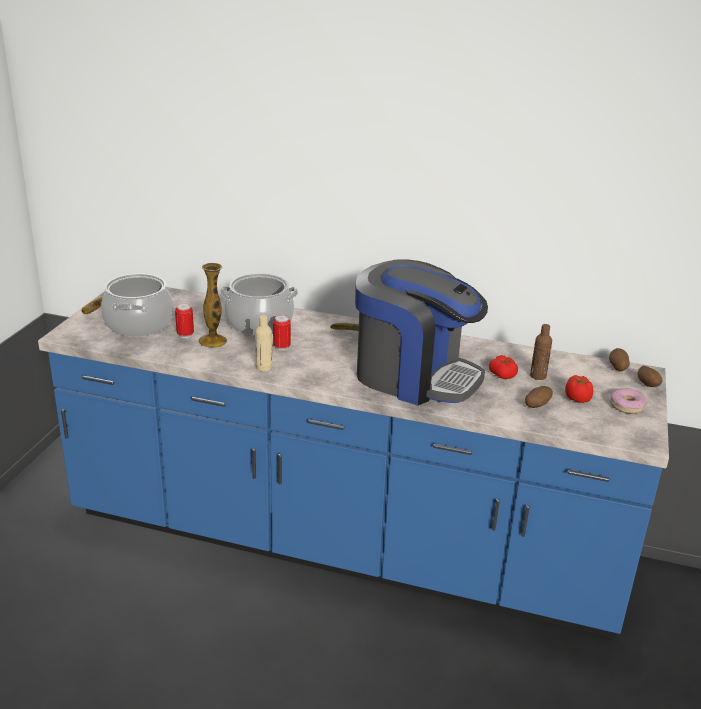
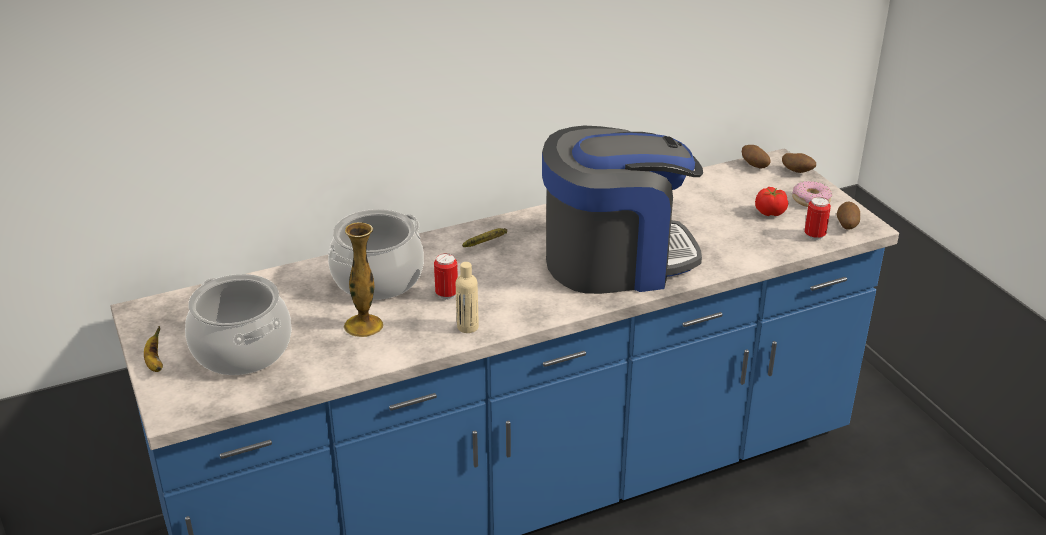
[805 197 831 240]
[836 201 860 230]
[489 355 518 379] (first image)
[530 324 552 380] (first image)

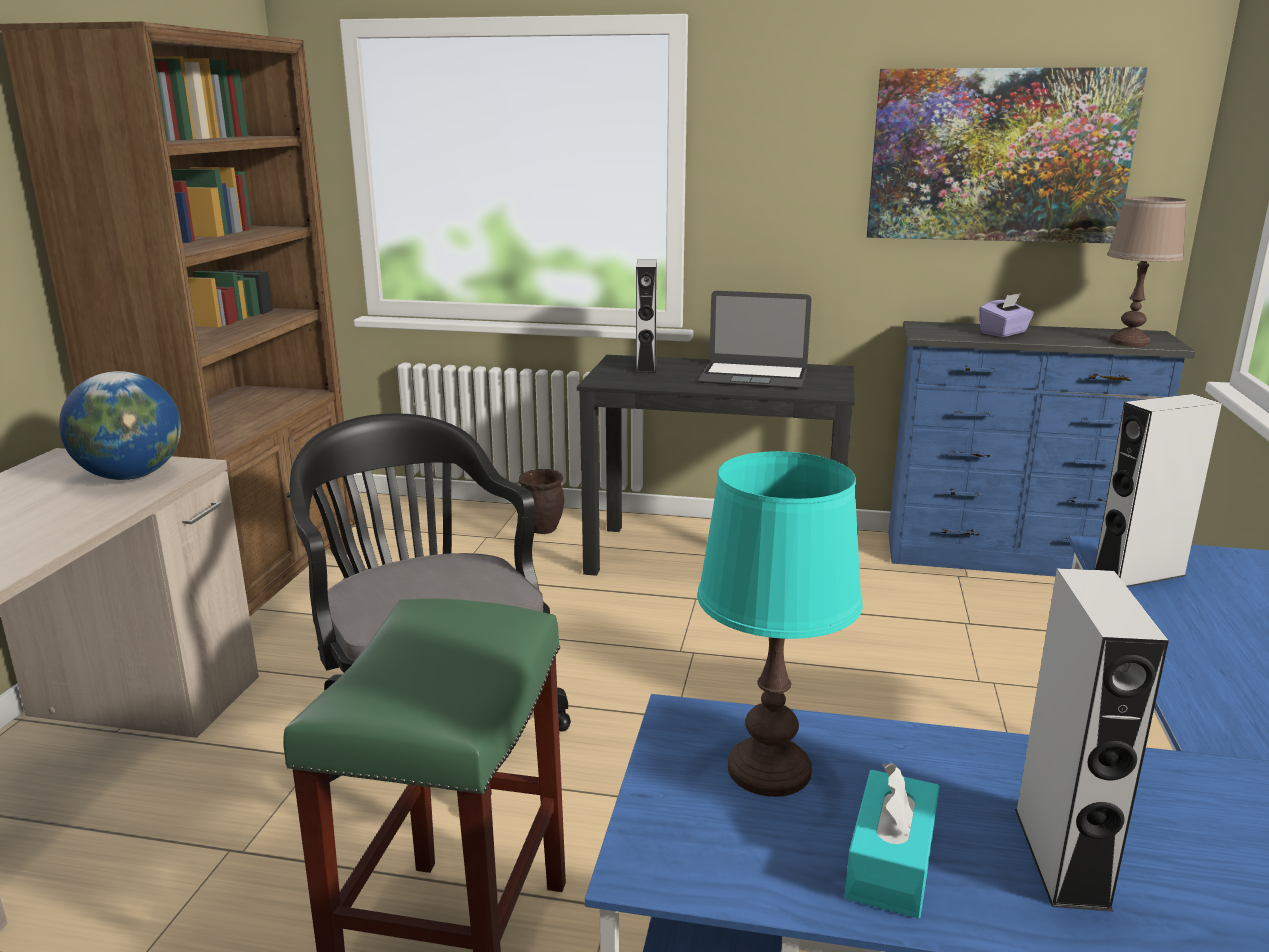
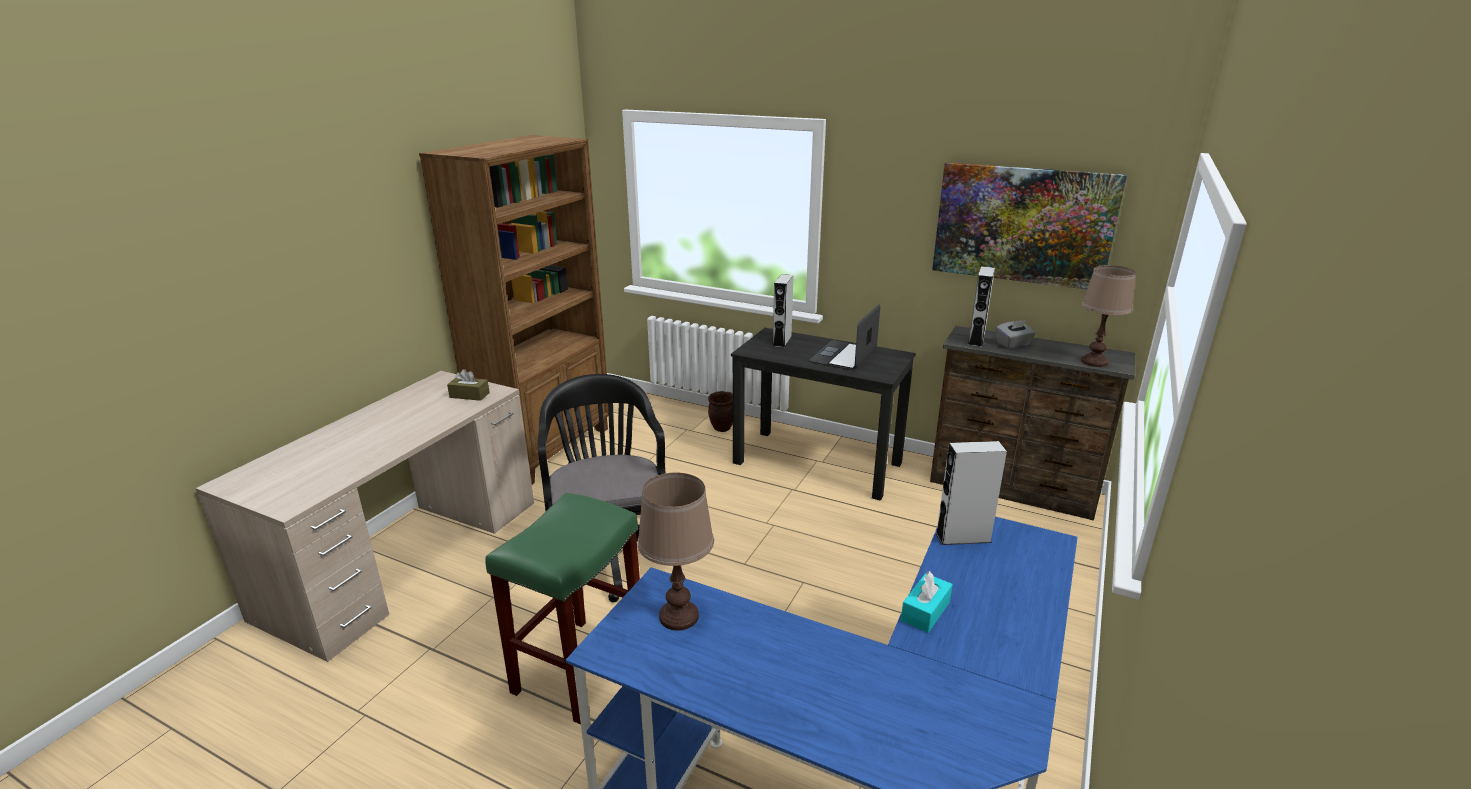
[447 369 490 401]
[637 473 714 631]
[809 304 880 370]
[901 571 953 633]
[930 326 1135 521]
[968 266 995 347]
[996 320 1036 348]

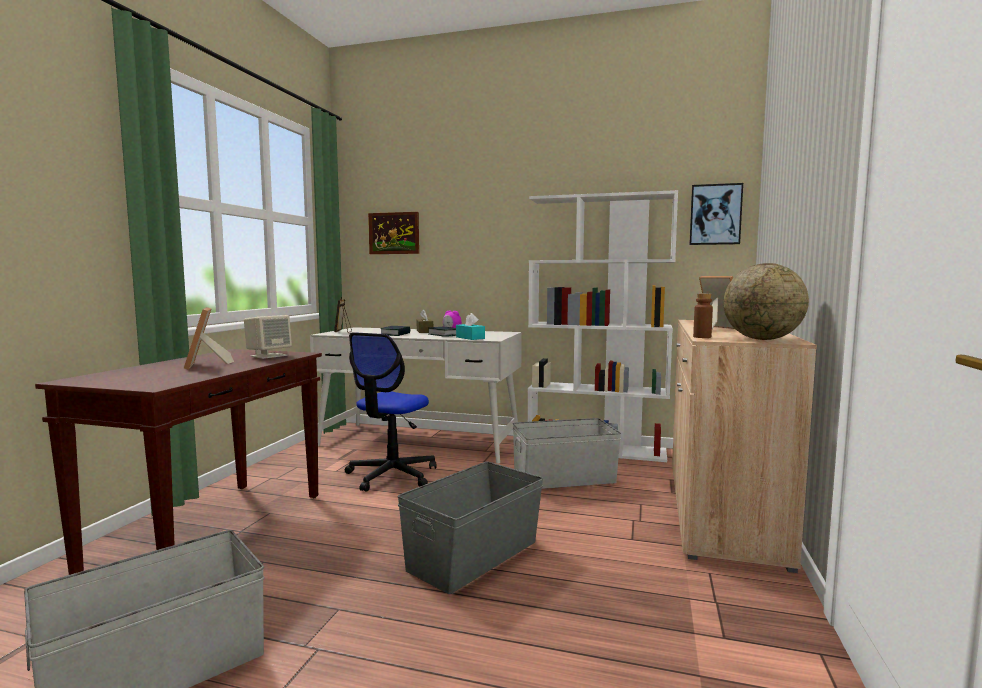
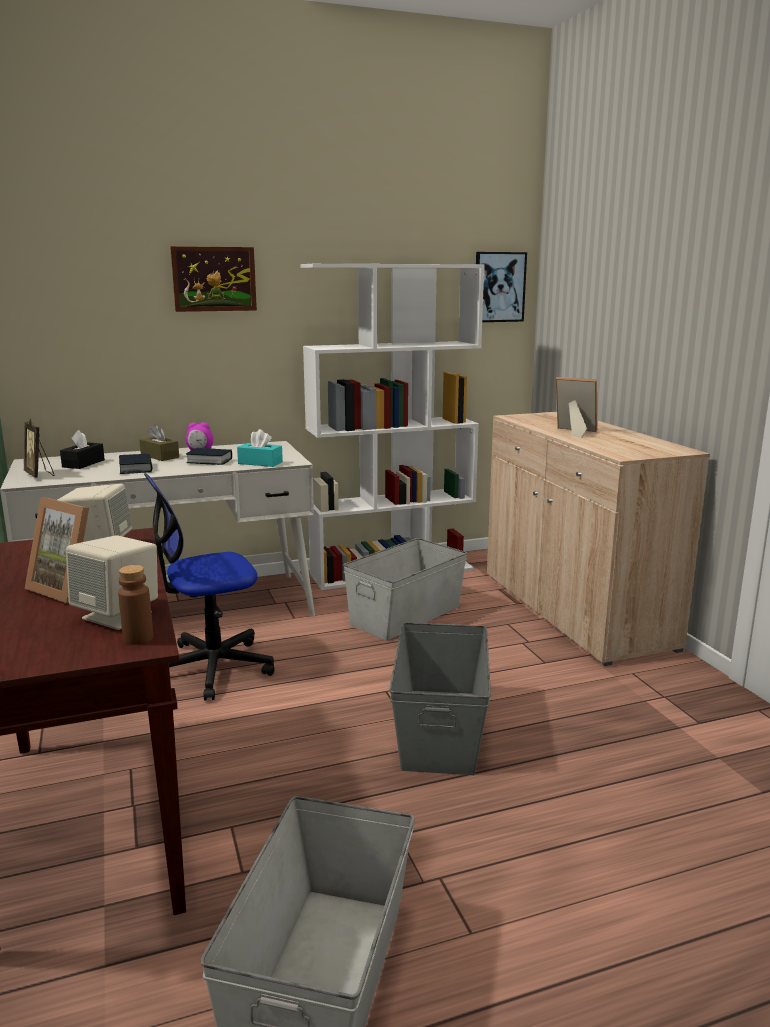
[60 430 105 469]
[66 535 158 630]
[118 565 153 645]
[144 473 275 701]
[170 246 257 312]
[723 263 809 340] (first image)

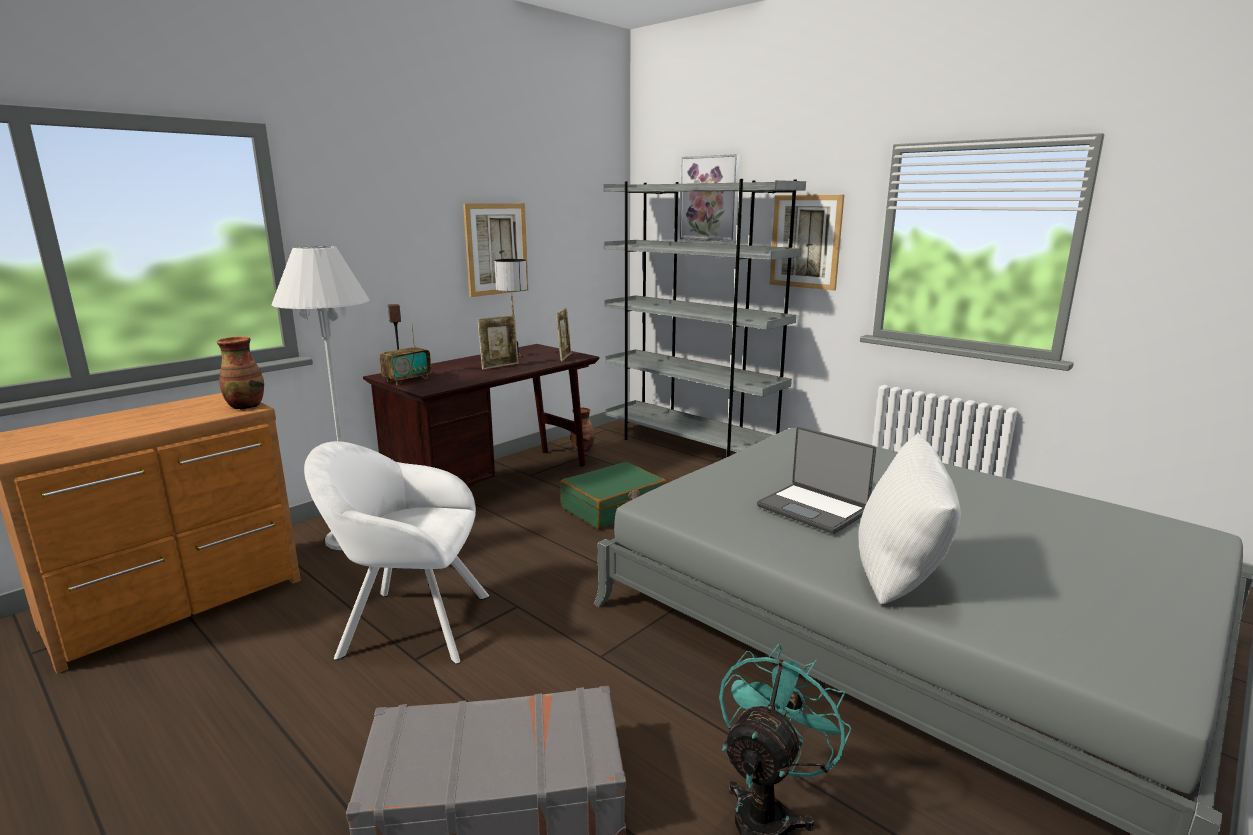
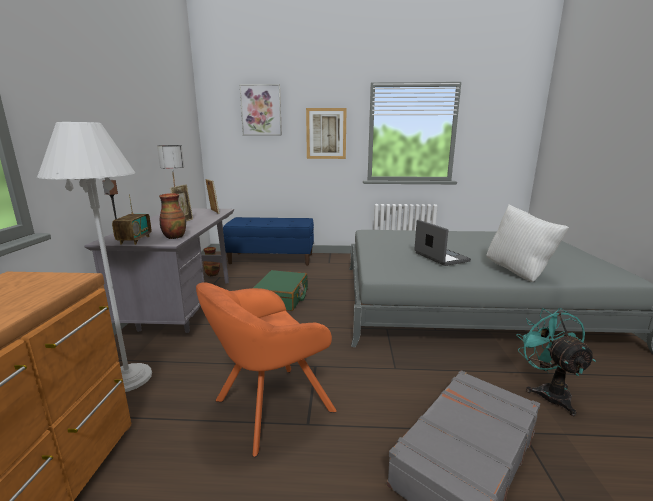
[84 208 234 333]
[159 193 186 239]
[196 282 337 457]
[223 217 314 266]
[414 220 471 266]
[463 203 528 297] (first image)

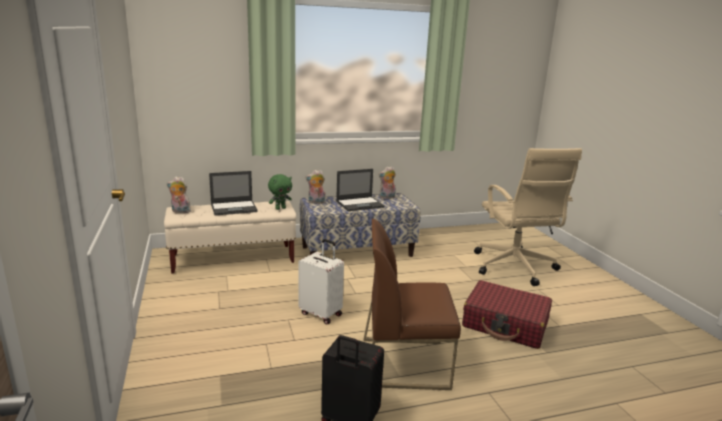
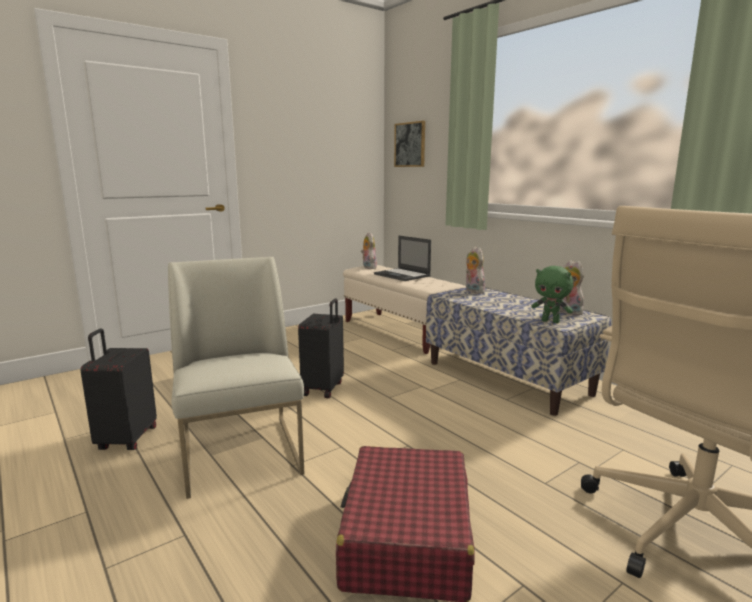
[168 257 304 499]
[298 298 344 398]
[394 121 425 167]
[531 266 574 323]
[336 169 385 211] (first image)

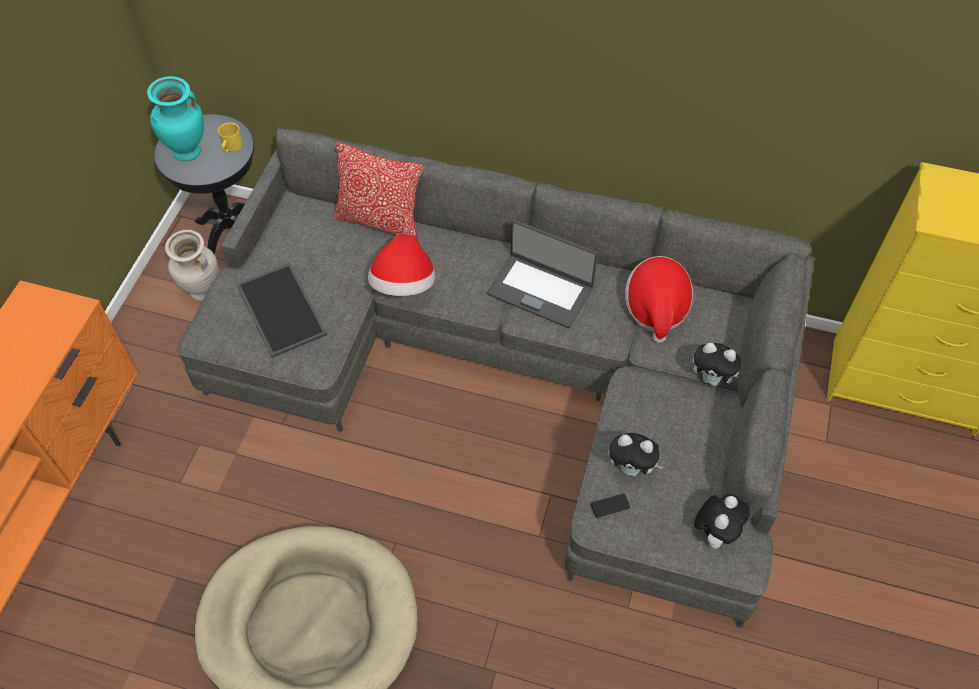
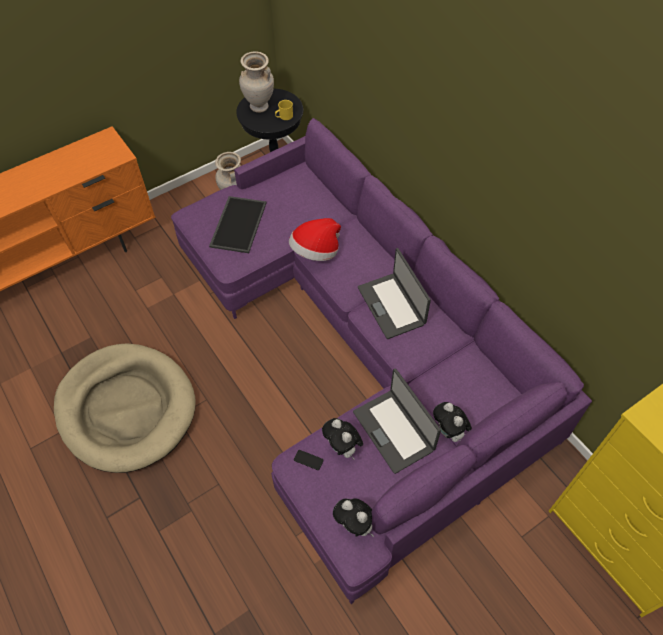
[171 118 592 604]
[239 51 274 113]
[333 498 374 537]
[353 368 441 474]
[334 142 424 236] (first image)
[625 256 693 343] (first image)

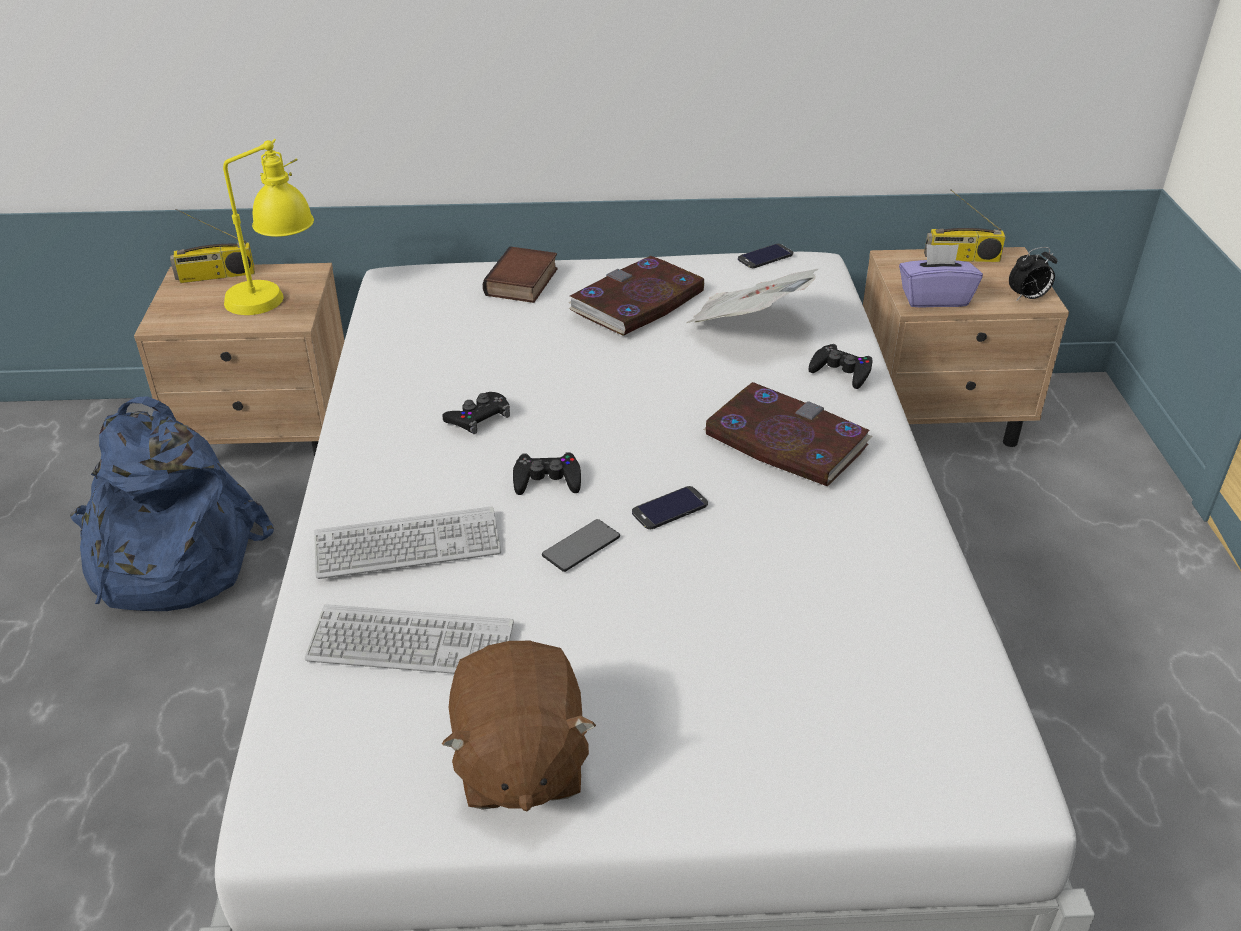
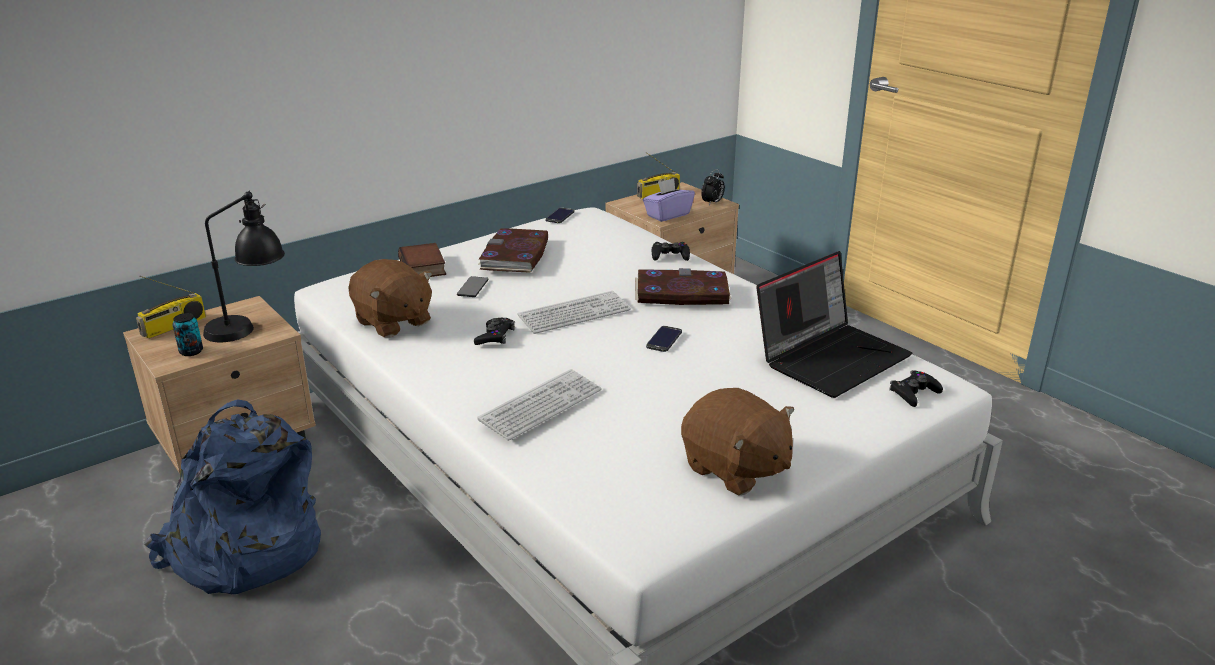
[172 313 203 356]
[203 190 285 342]
[348 259 433 337]
[457 276 489 297]
[518 291 631 334]
[756 251 912 398]
[889 370 943 407]
[687 269 818 323] (first image)

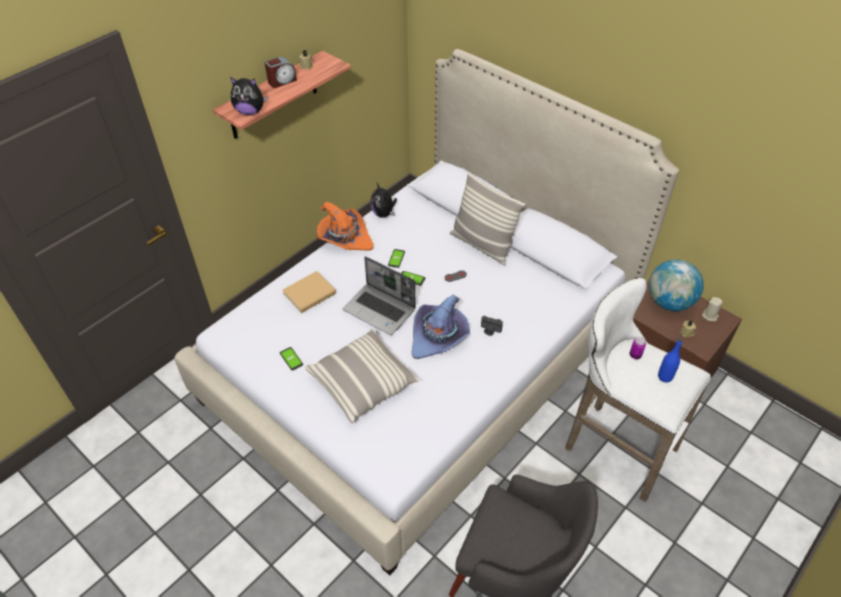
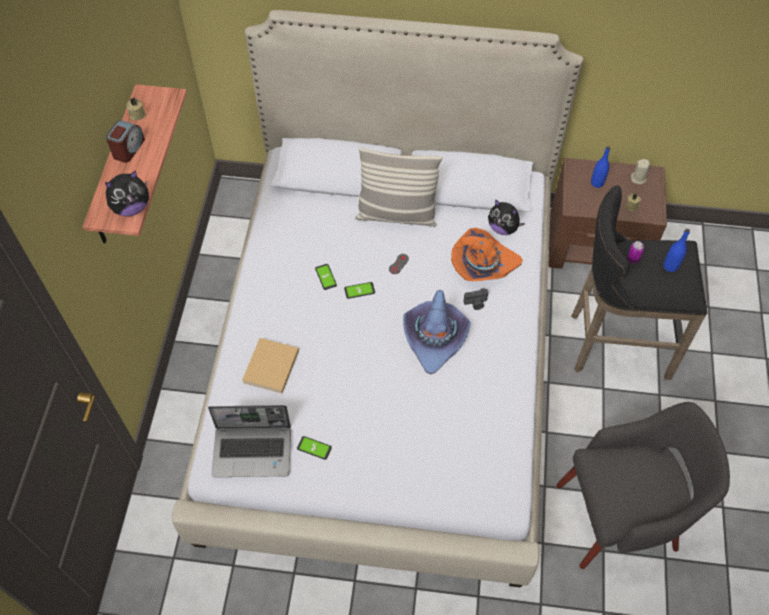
[208 405 291 477]
[451 228 523 281]
[488 199 525 235]
[571 185 707 380]
[591 146 610 188]
[305 329 420 423] (first image)

